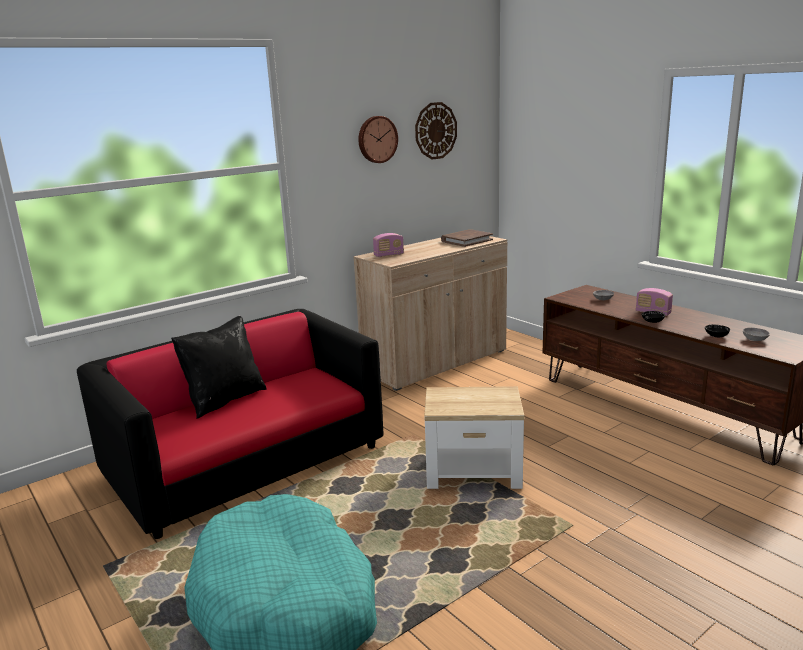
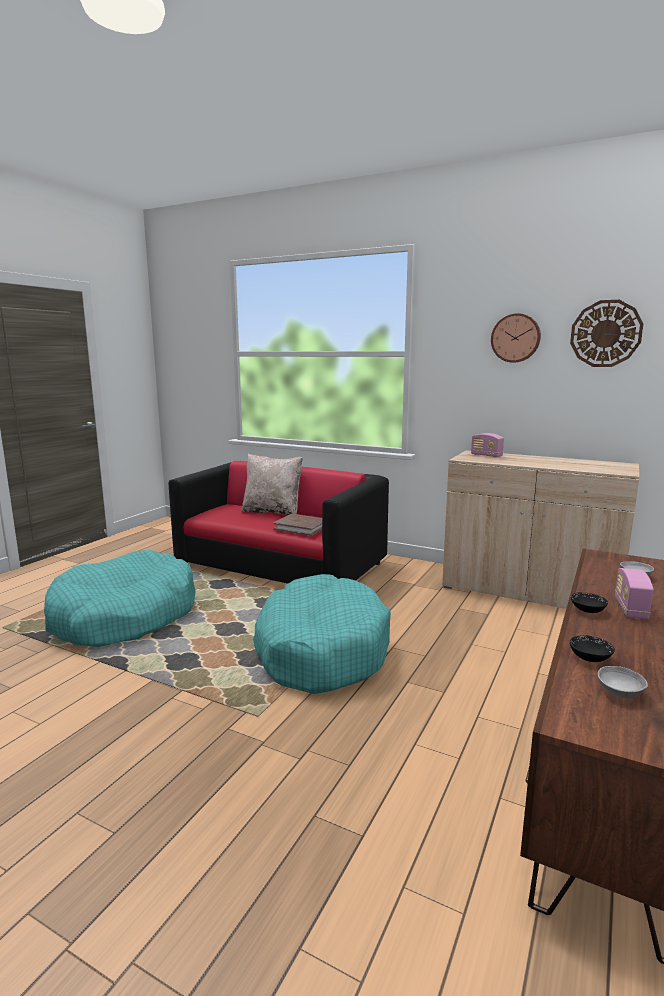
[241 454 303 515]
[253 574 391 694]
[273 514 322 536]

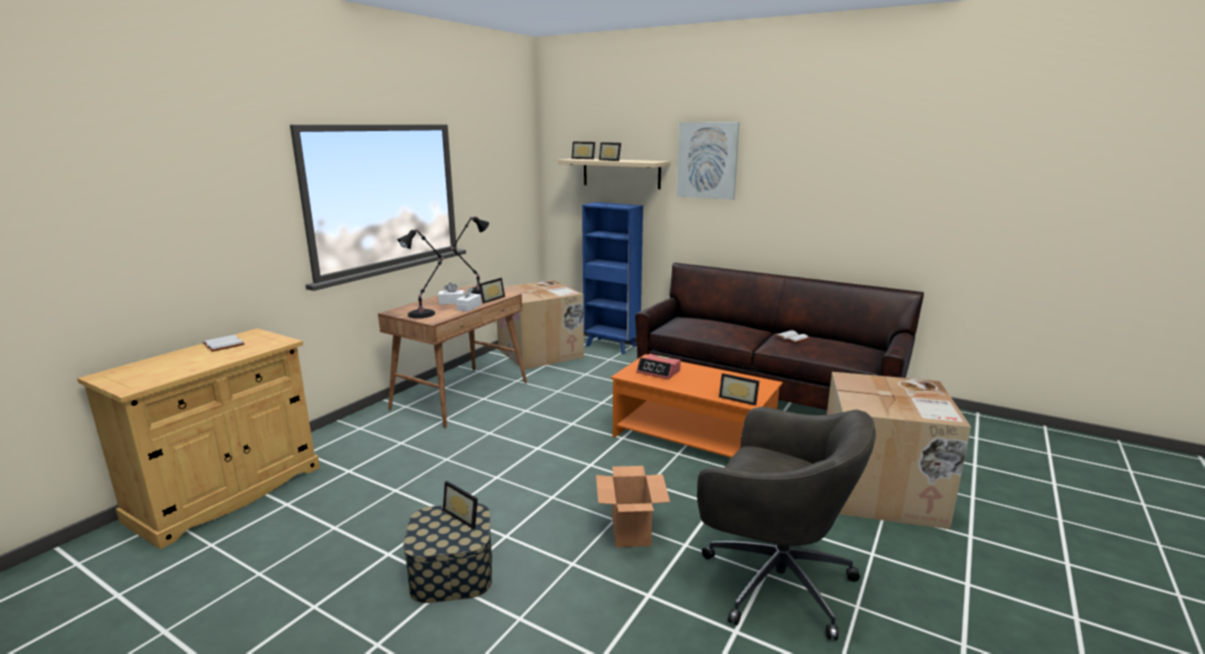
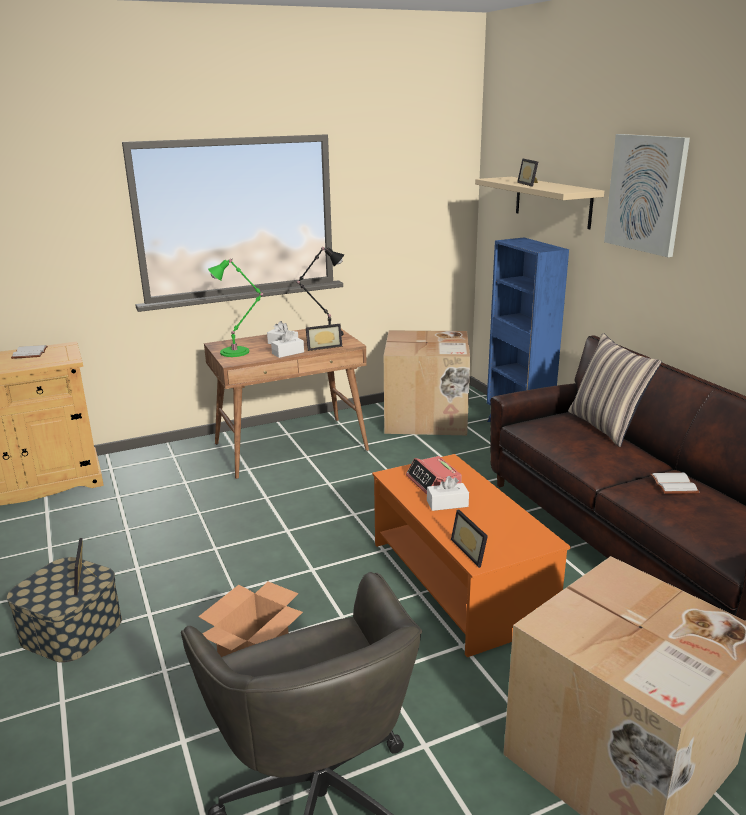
[208 259 264 357]
[427 476 469 511]
[568 333 662 447]
[571 142 595 159] (first image)

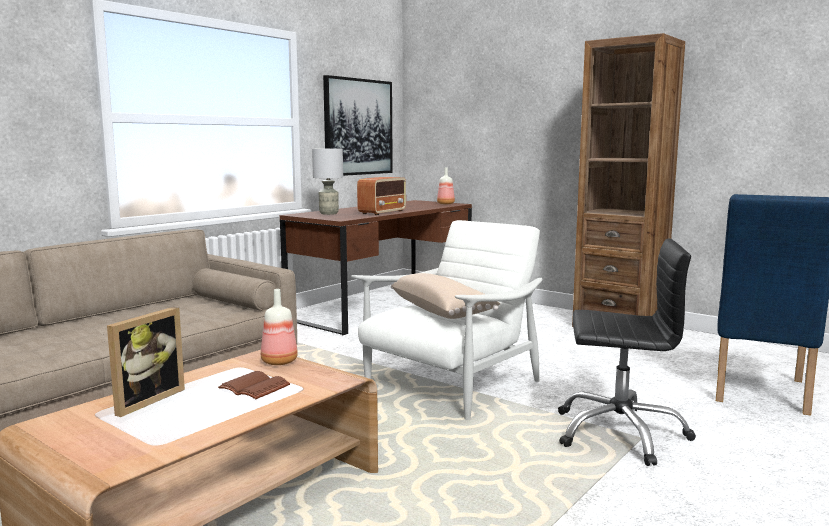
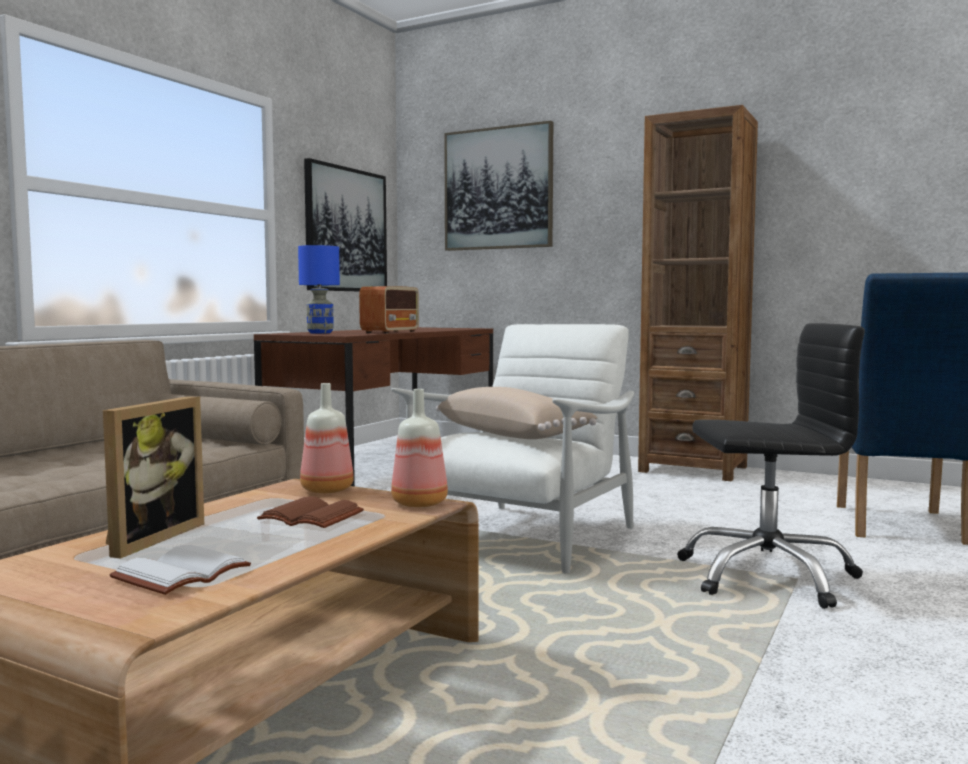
[109 545 251 595]
[298 245 340 334]
[391 389 448 507]
[444 121 553 251]

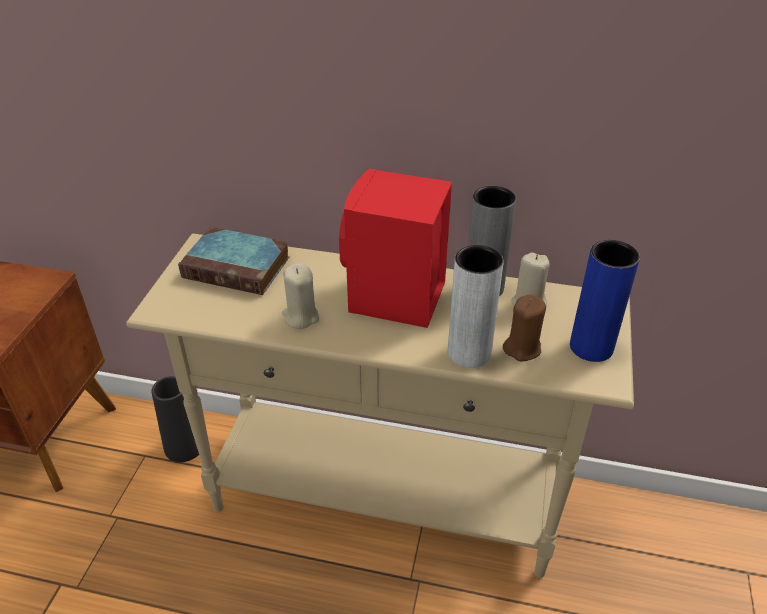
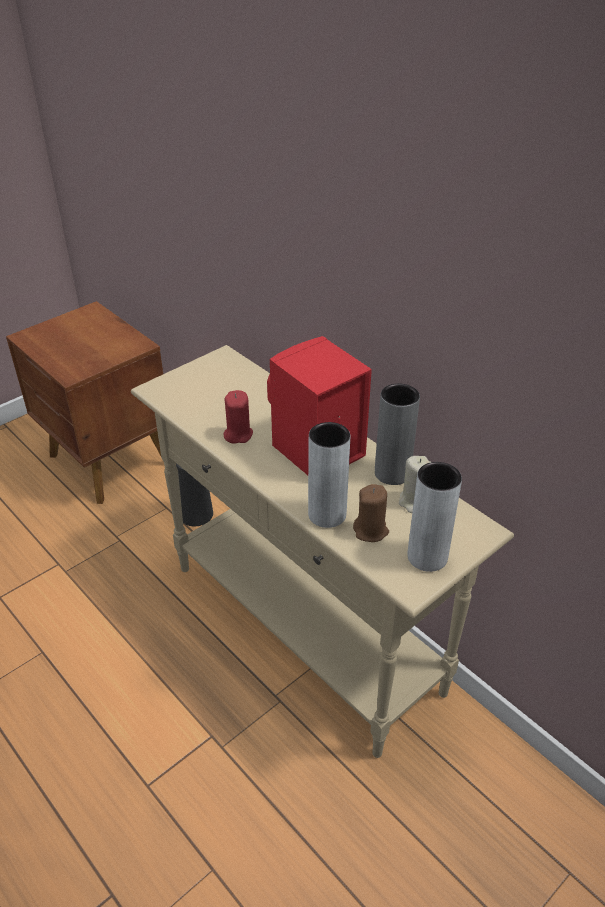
[224 390 253 444]
[407 462 462 572]
[178 227 289 295] (first image)

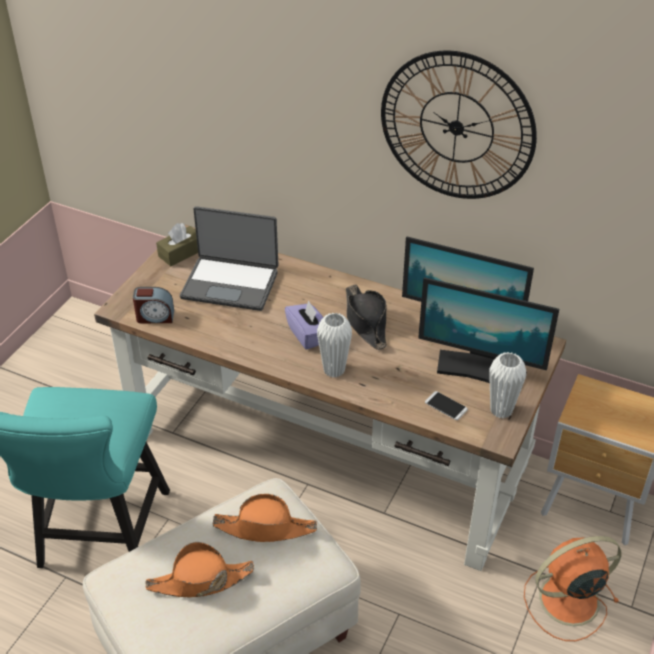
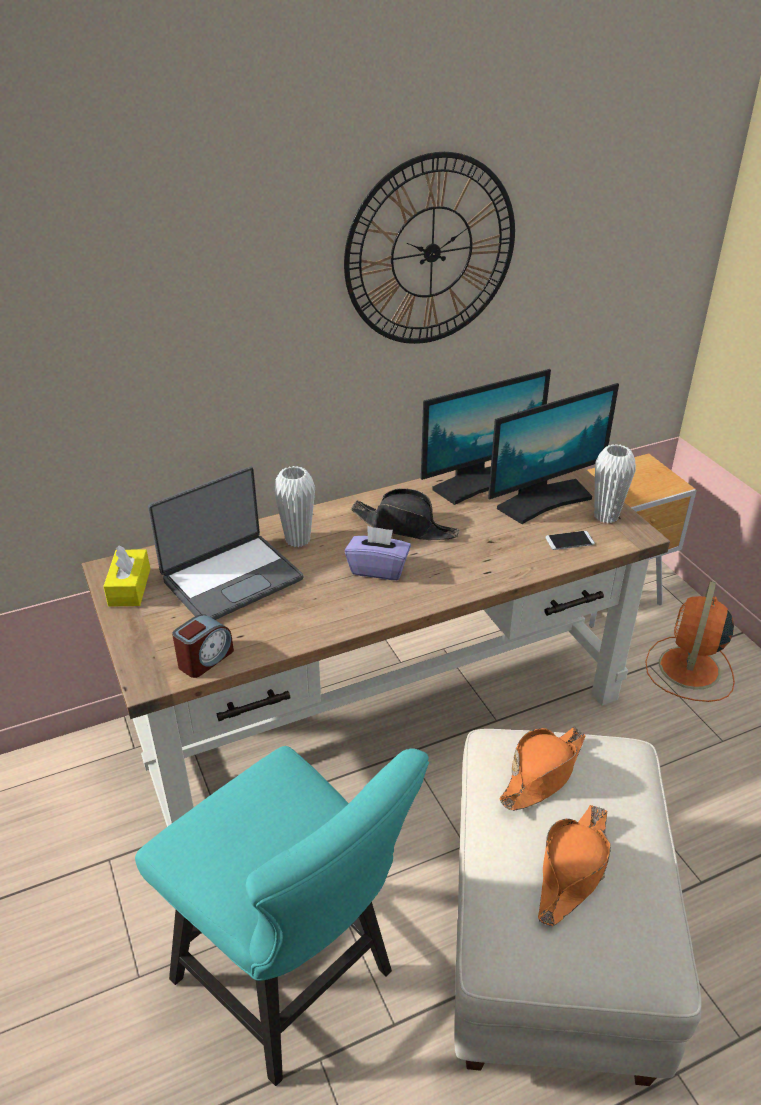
[103 546 150 607]
[274 466 315 547]

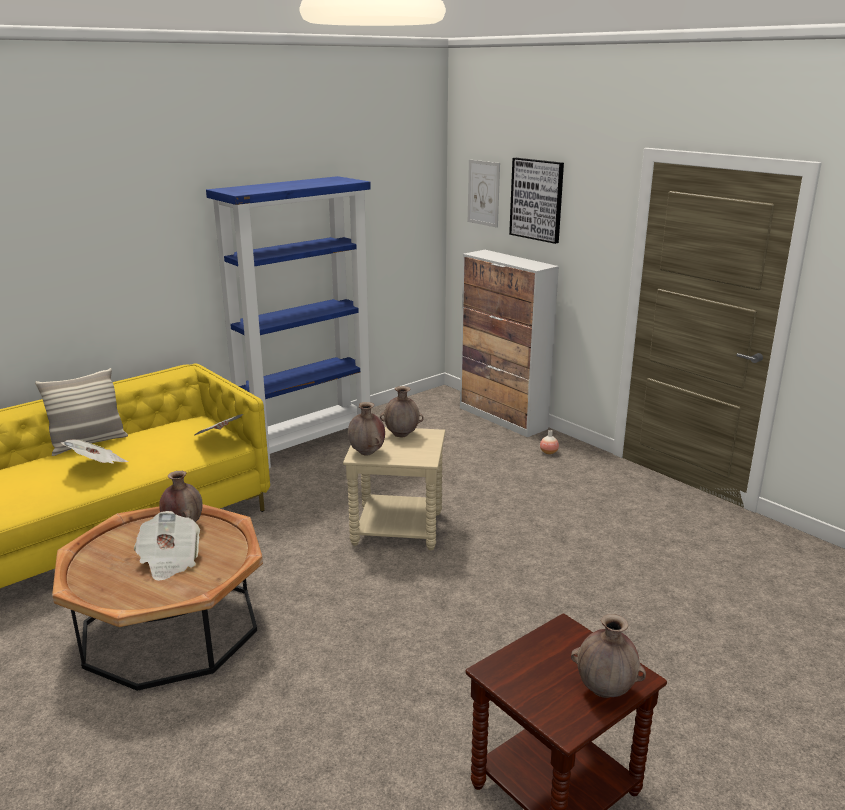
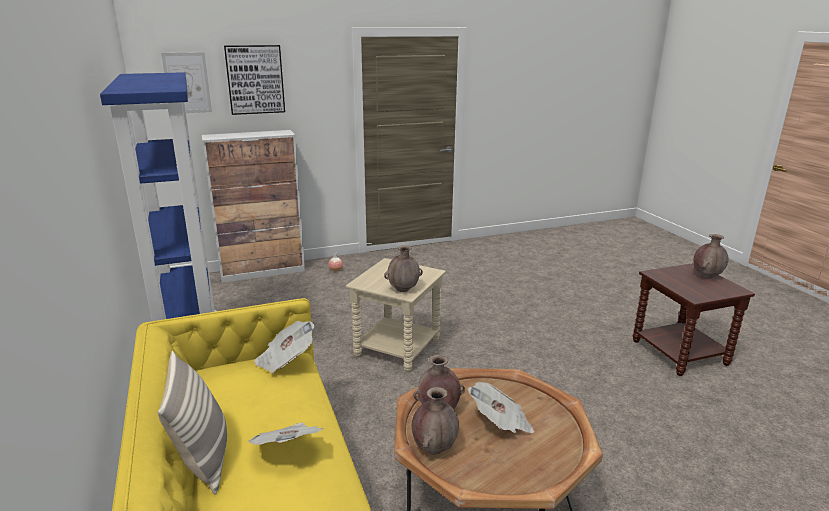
[412 387 459 455]

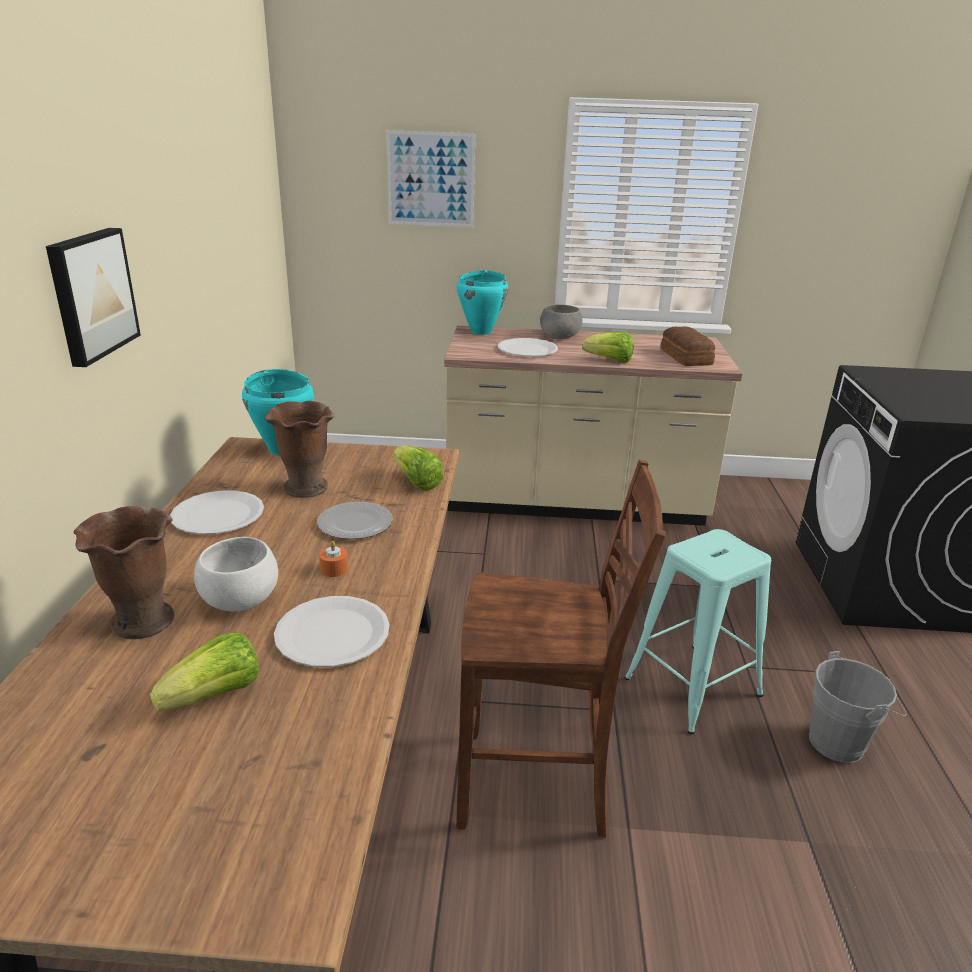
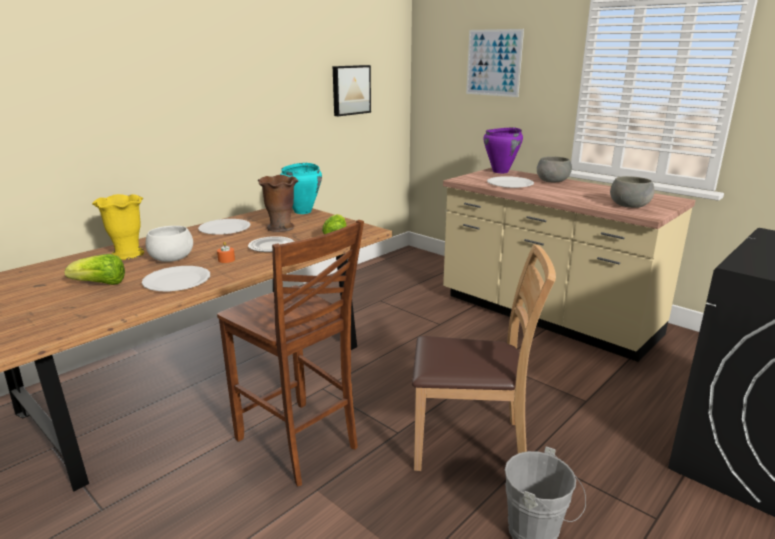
[92 194 144 260]
[333 65 371 116]
[412 244 556 471]
[483 127 523 173]
[610 176 655 208]
[582 332 634 362] (first image)

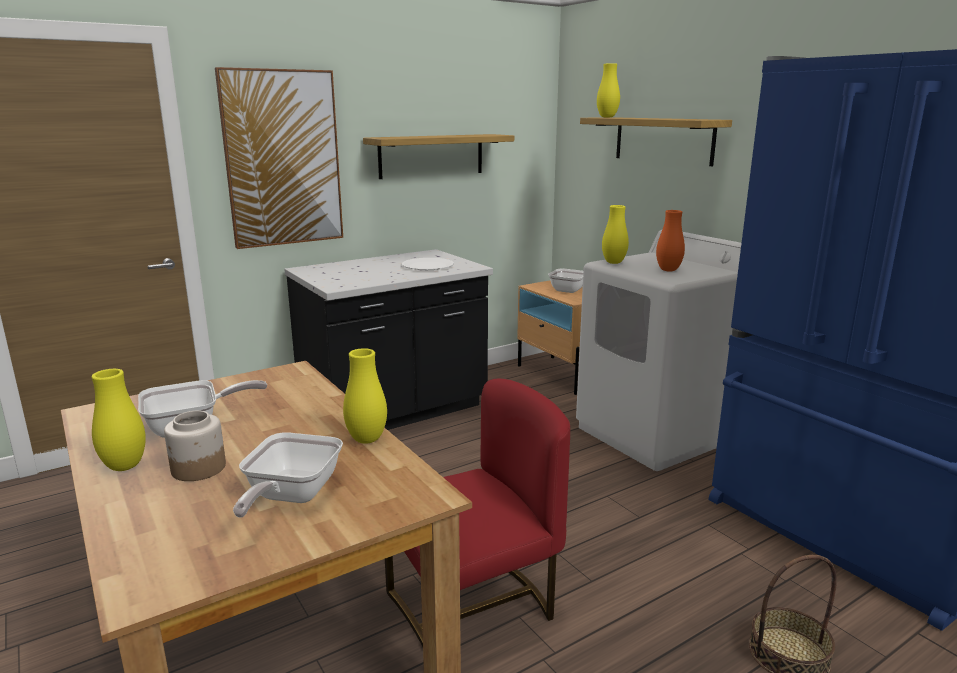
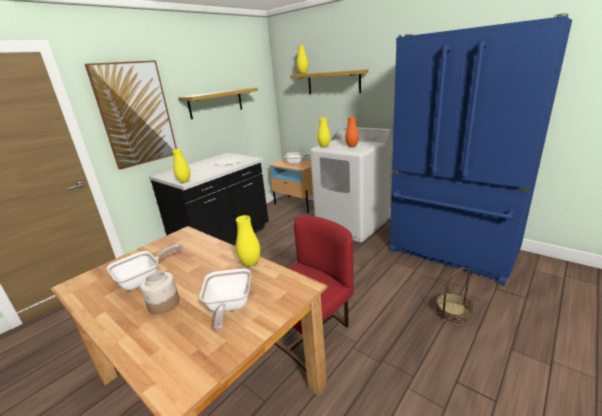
[172 149 190 183]

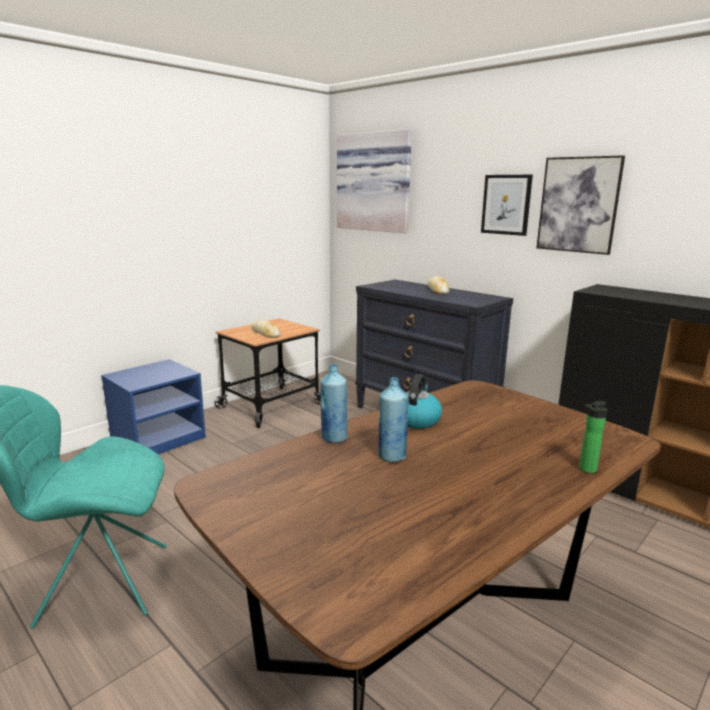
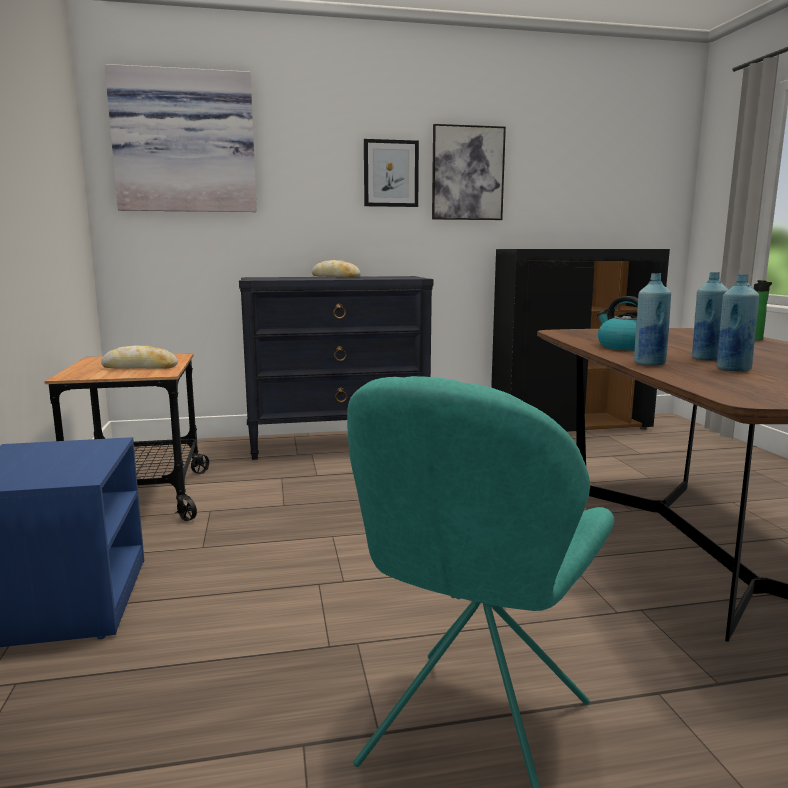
[717 274 759 372]

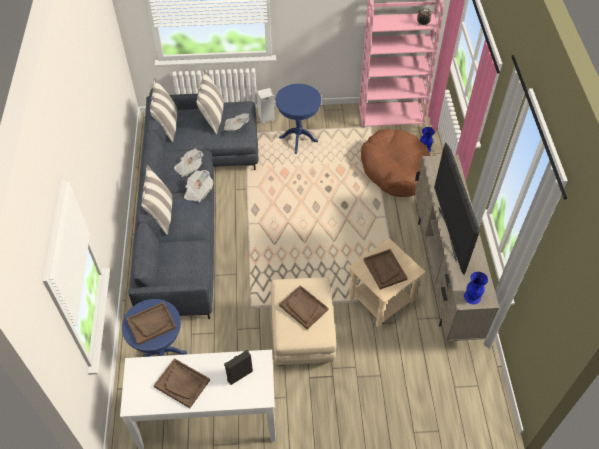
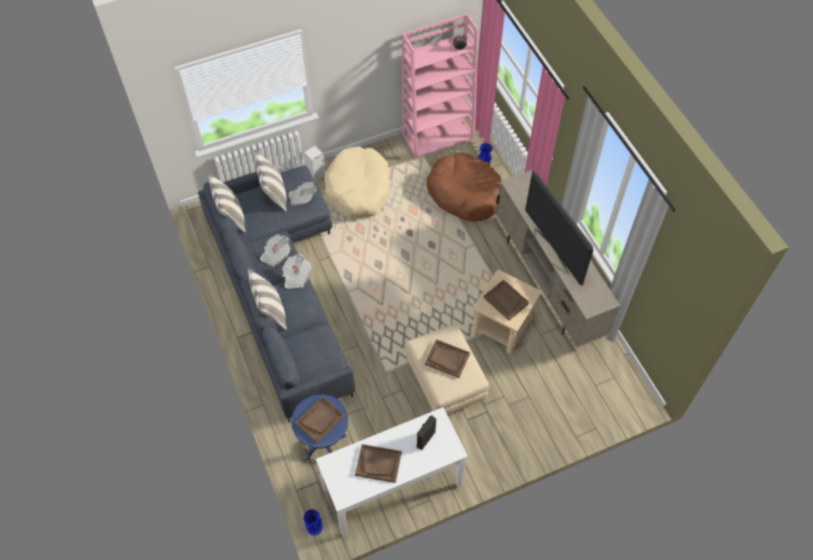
[304 509 323 535]
[324 147 390 218]

